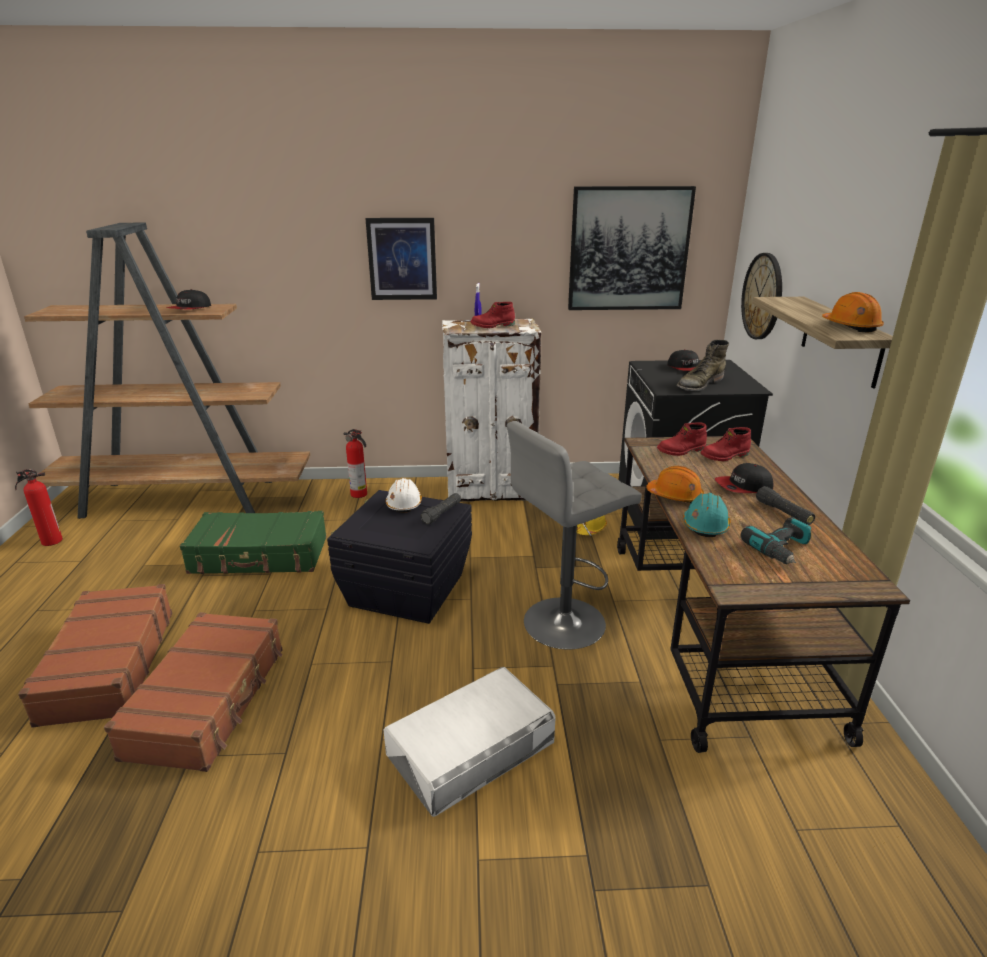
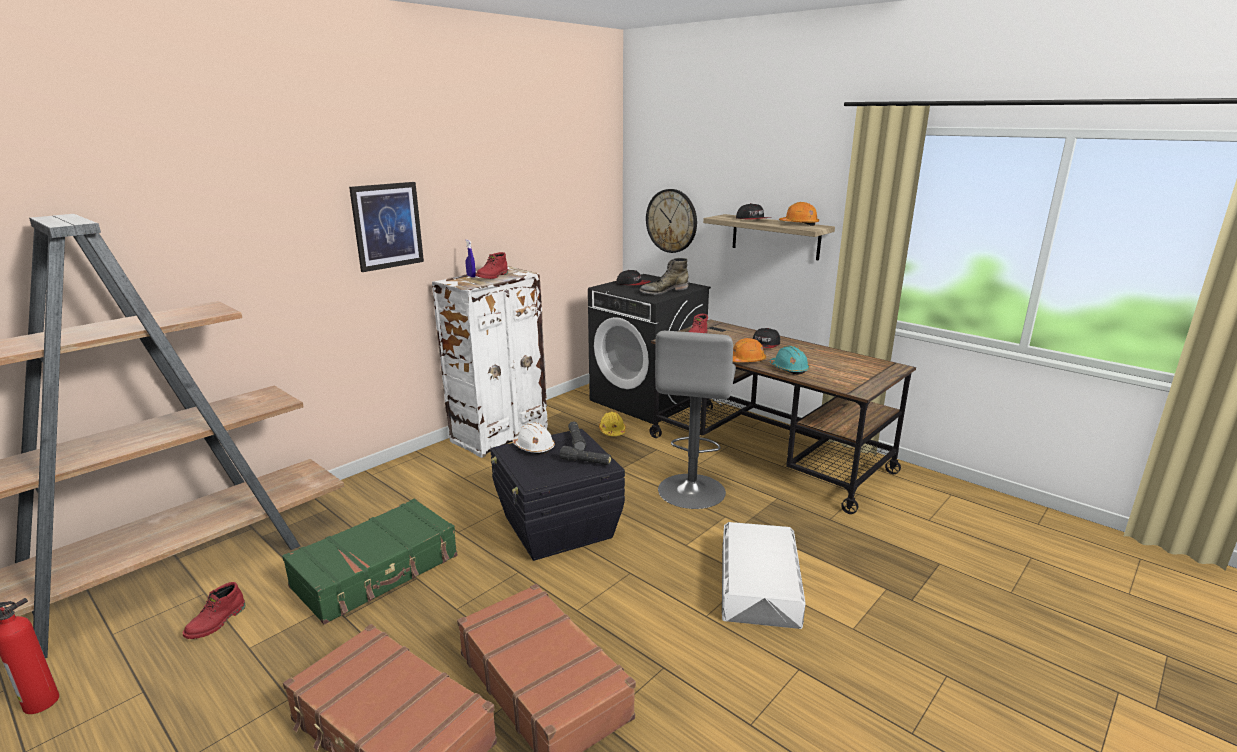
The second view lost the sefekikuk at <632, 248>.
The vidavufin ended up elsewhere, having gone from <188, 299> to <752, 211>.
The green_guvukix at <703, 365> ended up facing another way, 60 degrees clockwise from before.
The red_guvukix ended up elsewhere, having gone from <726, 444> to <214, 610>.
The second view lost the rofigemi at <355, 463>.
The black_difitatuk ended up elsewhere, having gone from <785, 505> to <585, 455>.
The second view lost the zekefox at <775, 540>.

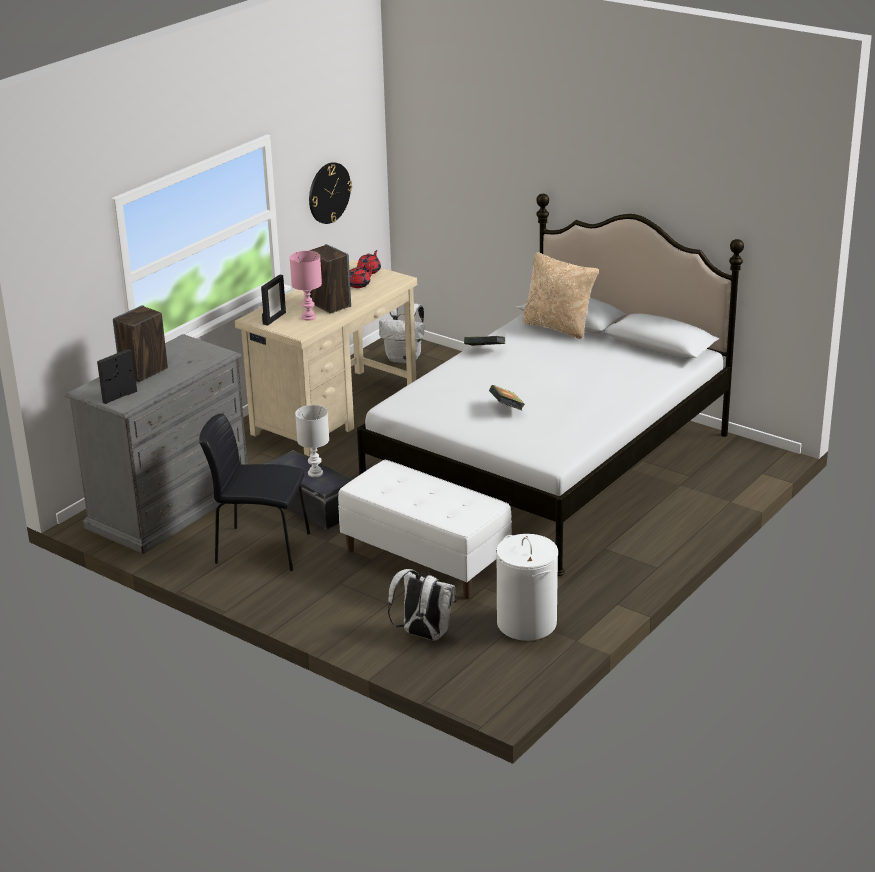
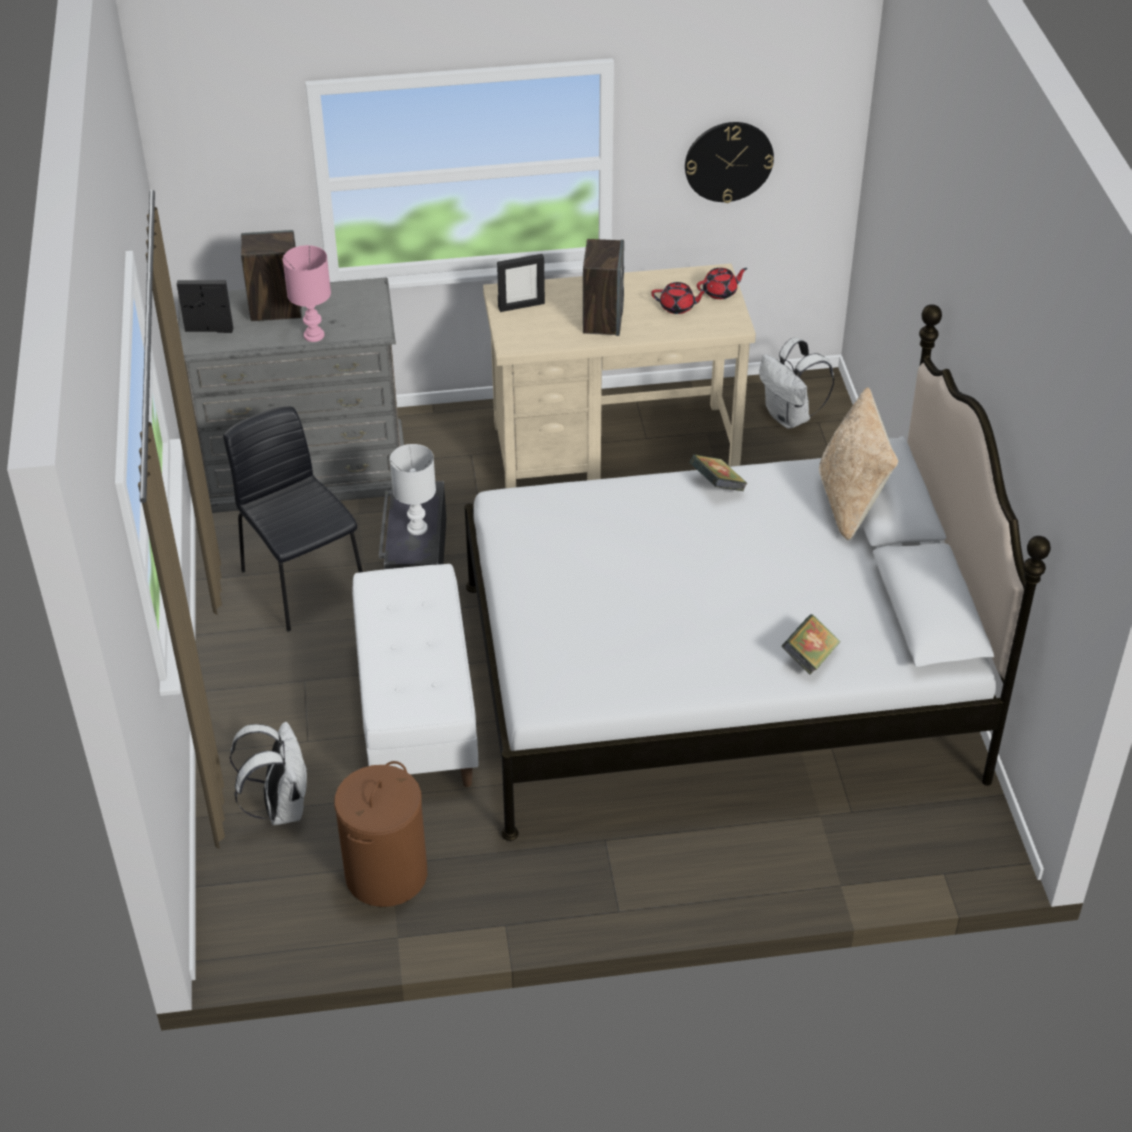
The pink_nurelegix ended up elsewhere, having gone from <306, 286> to <307, 293>.
The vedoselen ended up elsewhere, having gone from <507, 397> to <811, 644>.
What was the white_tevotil at <527, 587> turned into the brown_tevotil at <380, 834>.

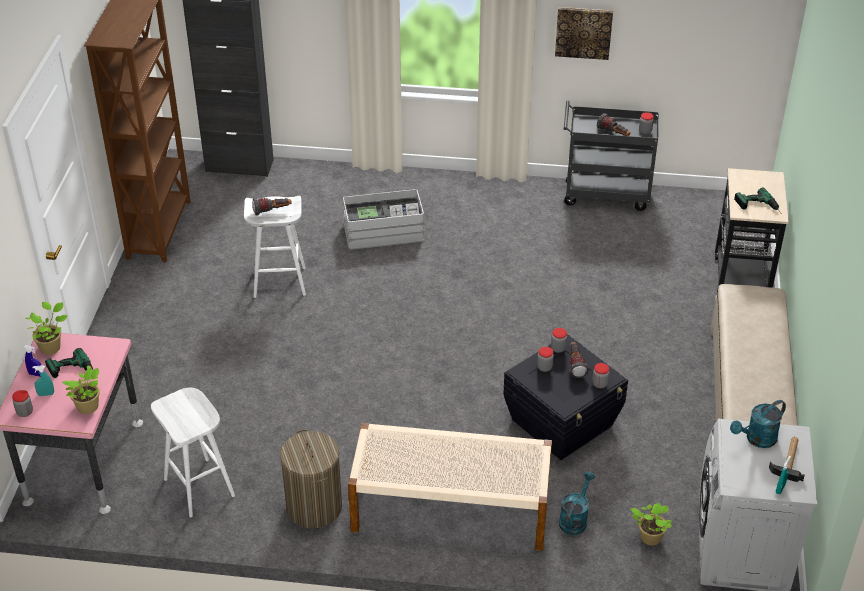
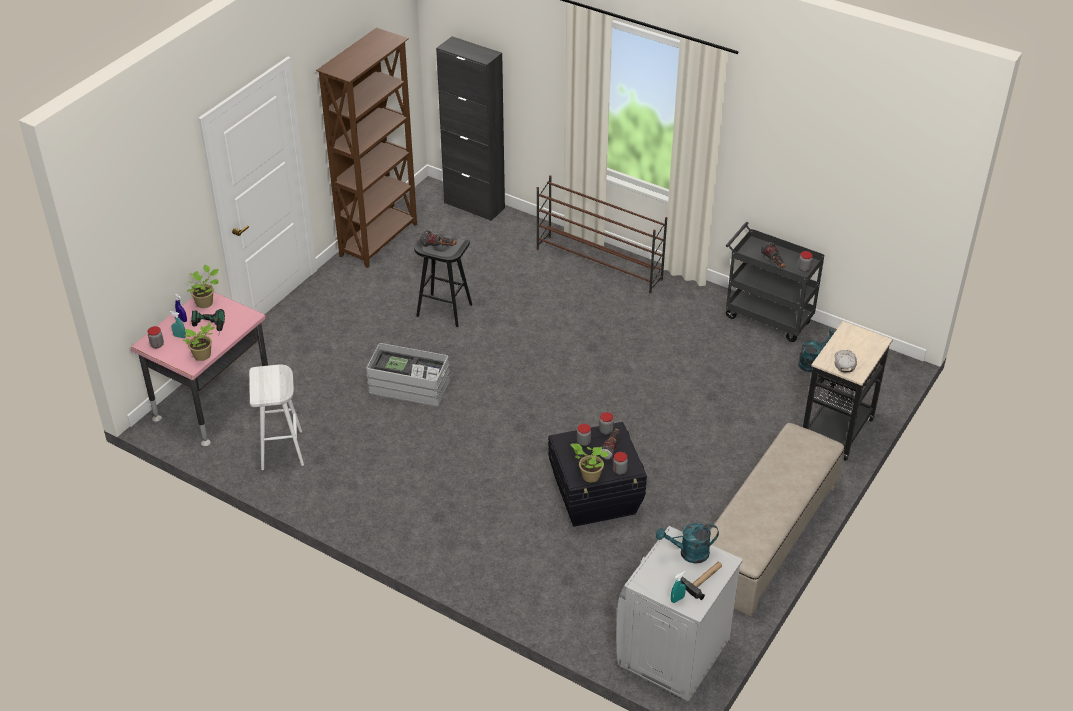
The second view lost the sefekikuk at <584, 33>.
Where the zekefox stood at <757, 200>, the white_vidavufin came to stand at <846, 361>.
The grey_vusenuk ended up elsewhere, having gone from <383, 219> to <408, 374>.
What was the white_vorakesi at <275, 247> turned into the black_vorakesi at <443, 278>.
The second view lost the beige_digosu at <450, 487>.
The second view lost the tevotil at <311, 478>.
The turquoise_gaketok ended up elsewhere, having gone from <577, 503> to <817, 350>.
The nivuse ended up elsewhere, having gone from <651, 524> to <589, 462>.
The second view gained the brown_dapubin at <601, 234>.

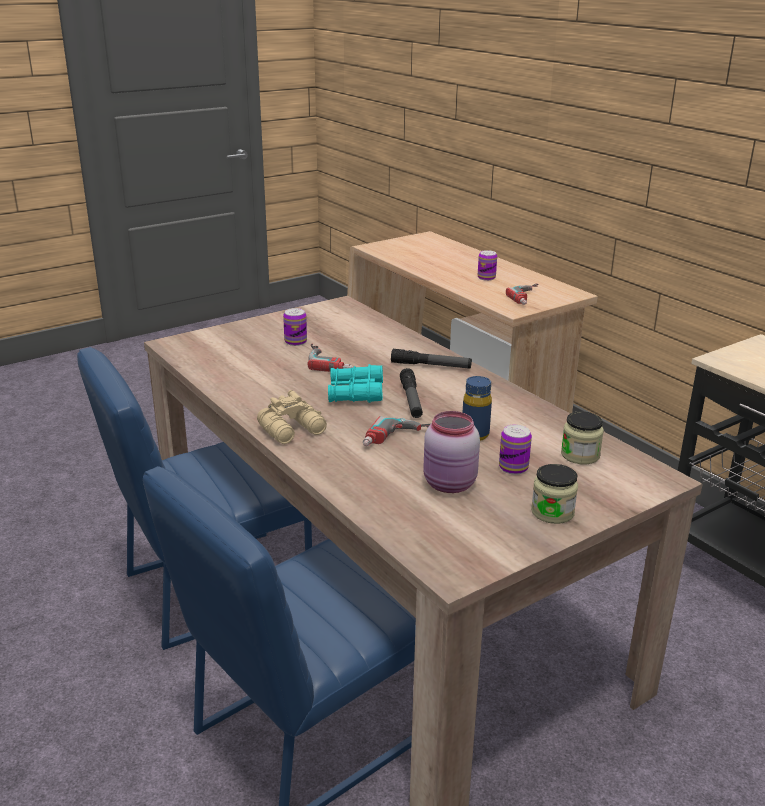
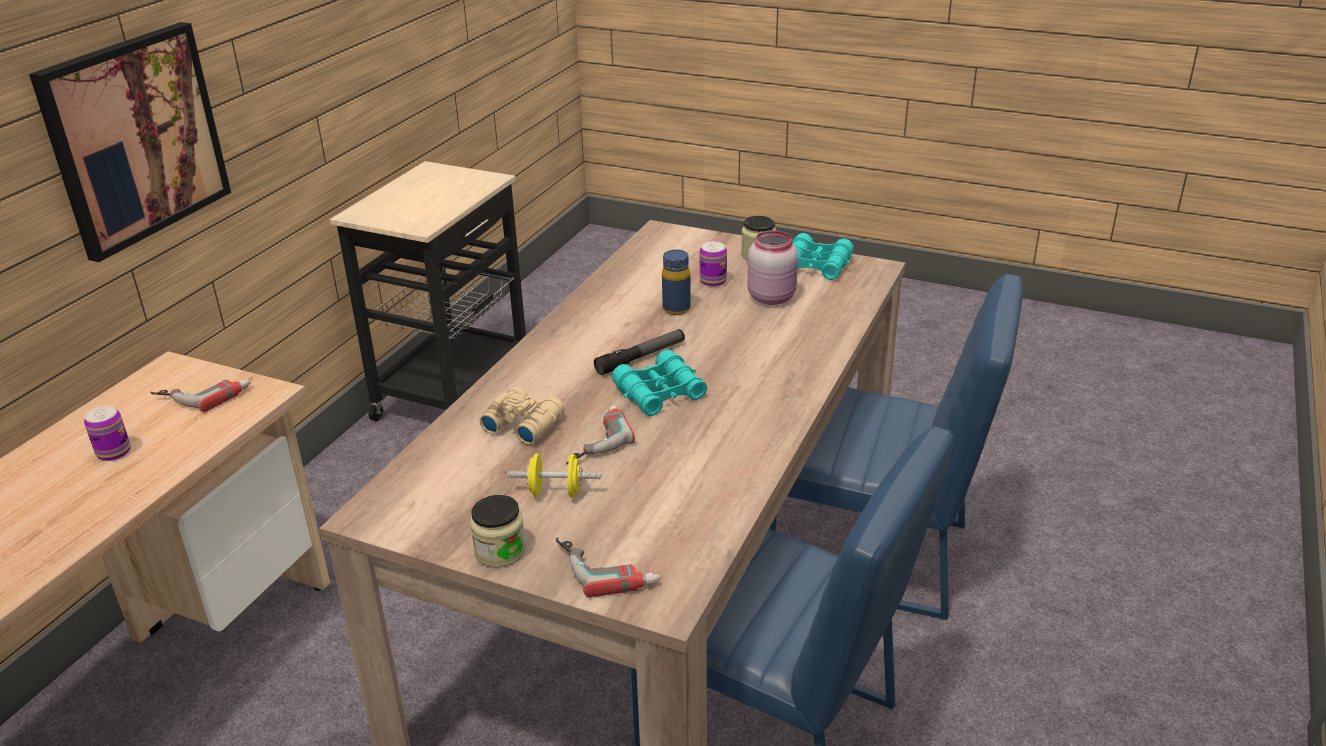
Where the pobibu stood at <295, 327>, the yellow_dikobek came to stand at <554, 475>.
The second view lost the difitatuk at <431, 359>.
The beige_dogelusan ended up elsewhere, having gone from <292, 417> to <522, 416>.
The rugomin ended up elsewhere, having gone from <582, 437> to <498, 531>.
The zekefox ended up elsewhere, having gone from <396, 431> to <608, 567>.
The second view gained the sefekikuk at <130, 142>.
The second view gained the turquoise_dogelusan at <822, 256>.

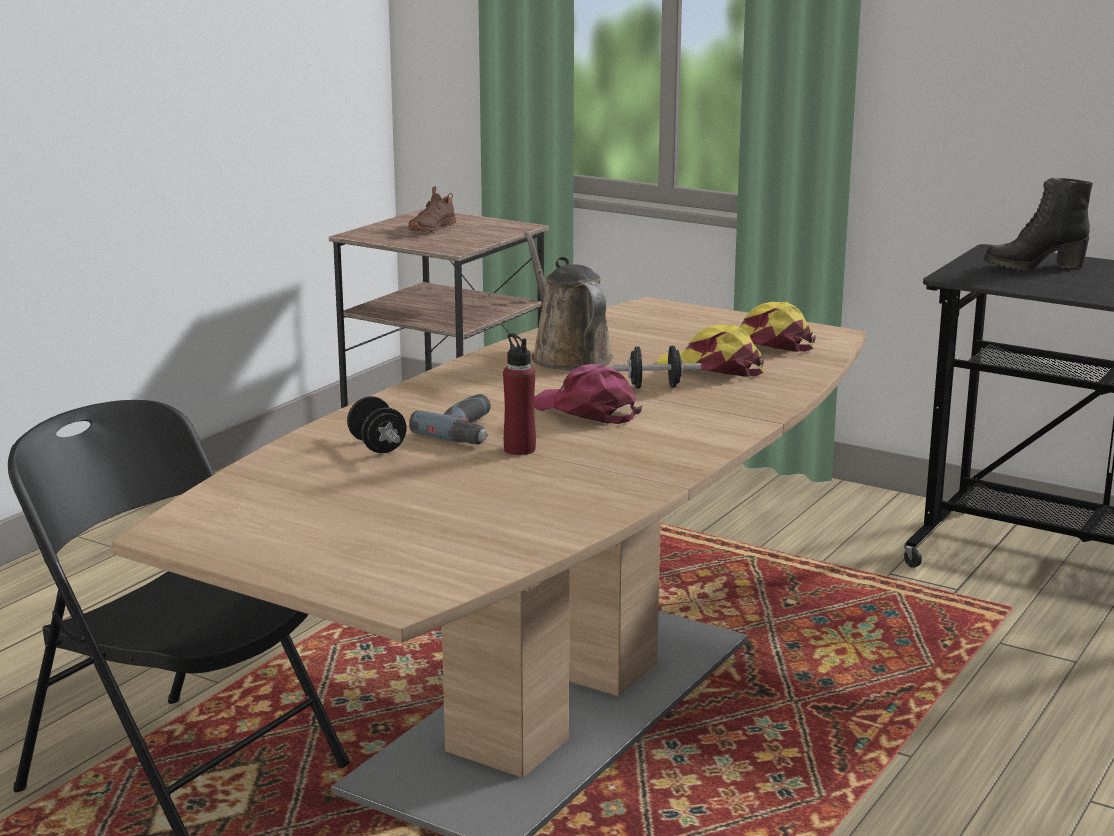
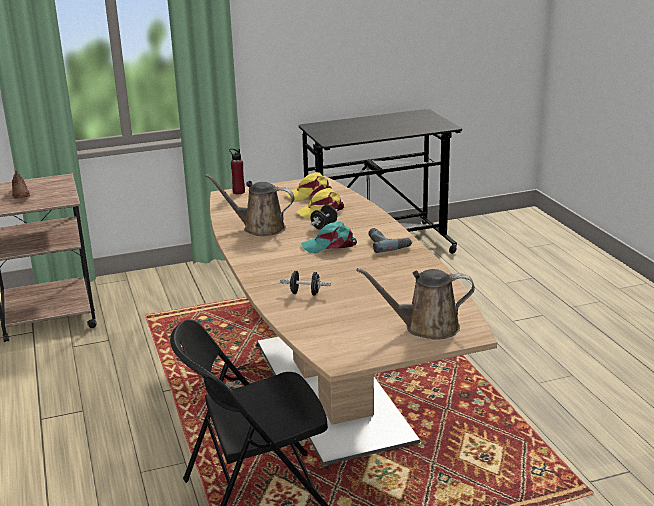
The second view lost the black_guvukix at <1038, 224>.
The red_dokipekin ended up elsewhere, having gone from <519, 394> to <237, 171>.
What was the pink_vidavufin at <588, 394> turned into the turquoise_vidavufin at <329, 237>.
The zekefox ended up elsewhere, having gone from <450, 419> to <390, 240>.
The second view gained the brown_gaketok at <416, 303>.

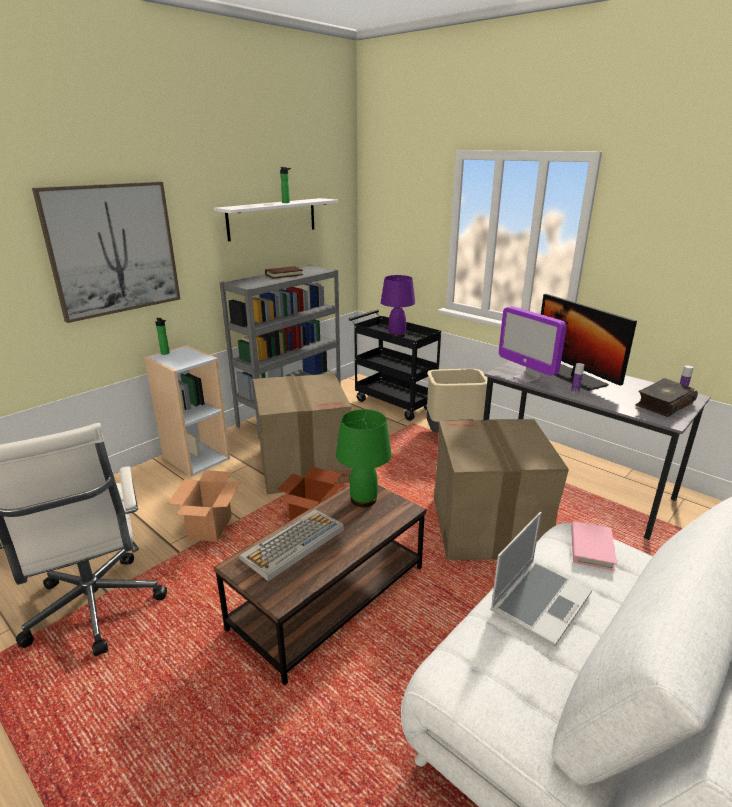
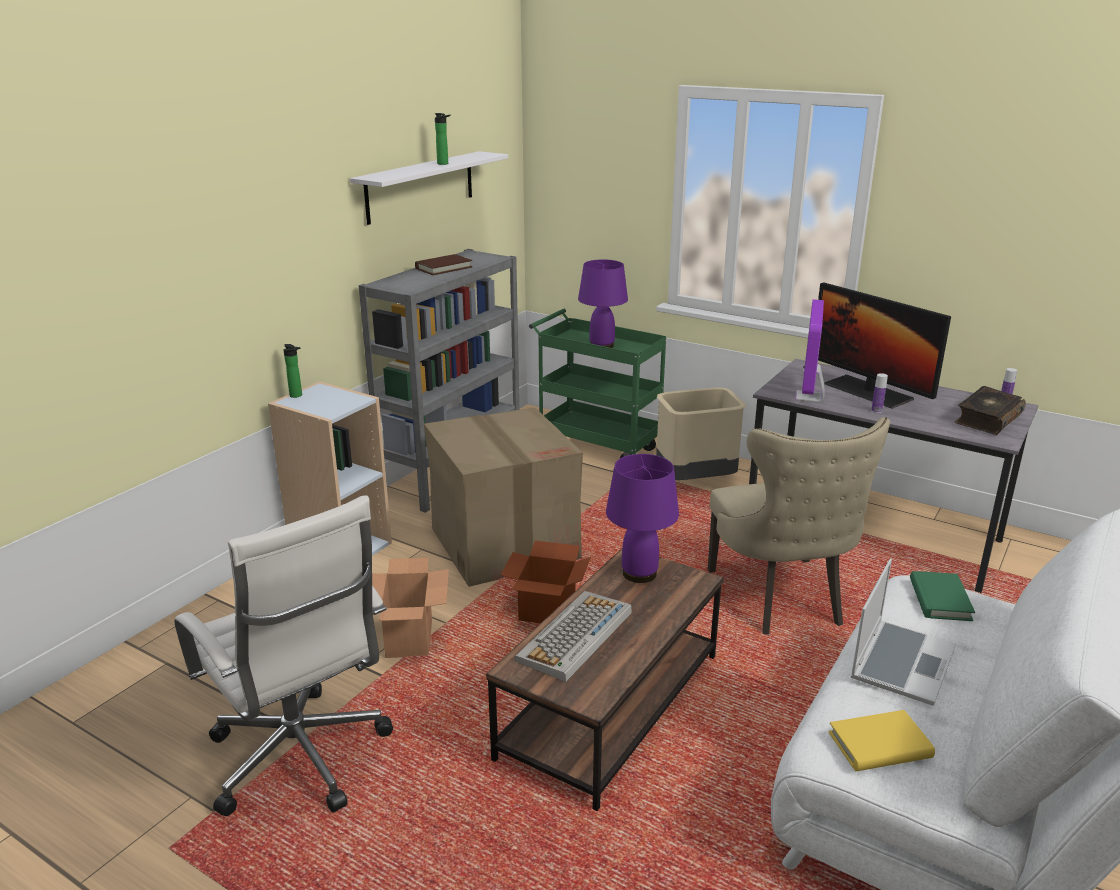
The second view lost the sefekikuk at <106, 252>.
The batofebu at <533, 344> ended up facing another way, 60 degrees clockwise from before.
What was the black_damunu at <395, 365> turned into the green_damunu at <597, 383>.
What was the green_nurelegix at <364, 458> turned into the purple_nurelegix at <642, 518>.
Where the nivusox stood at <501, 489>, the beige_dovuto came to stand at <799, 526>.
What was the pink_vedoselen at <594, 546> turned into the green_vedoselen at <942, 596>.
The second view gained the yellow_vedoselen at <881, 740>.

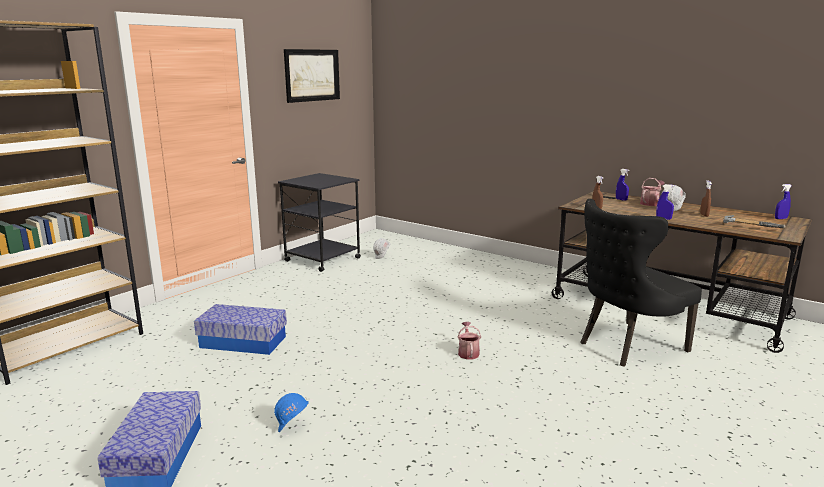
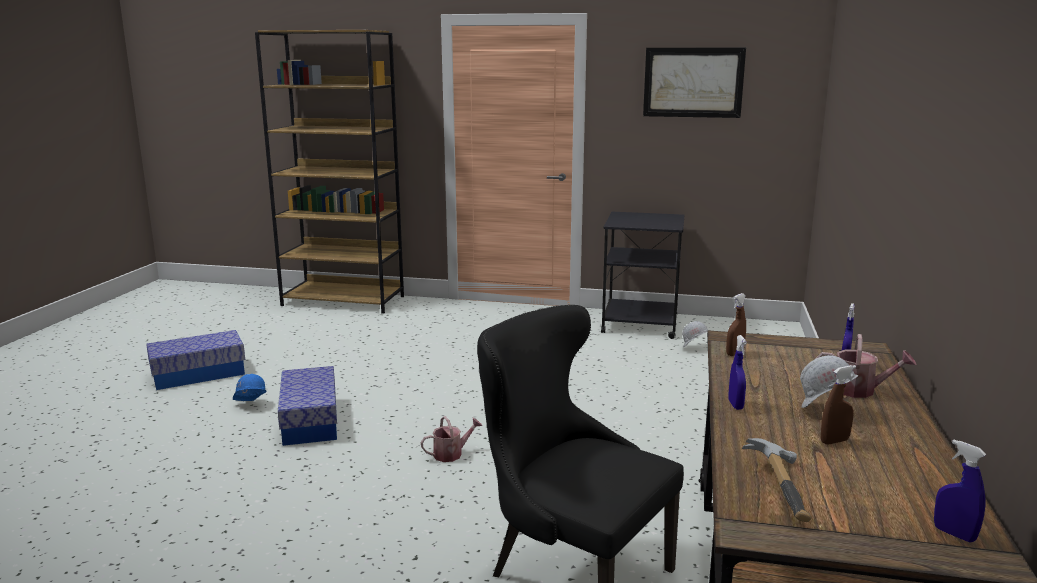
The vusenuk ended up elsewhere, having gone from <240, 329> to <307, 406>.

